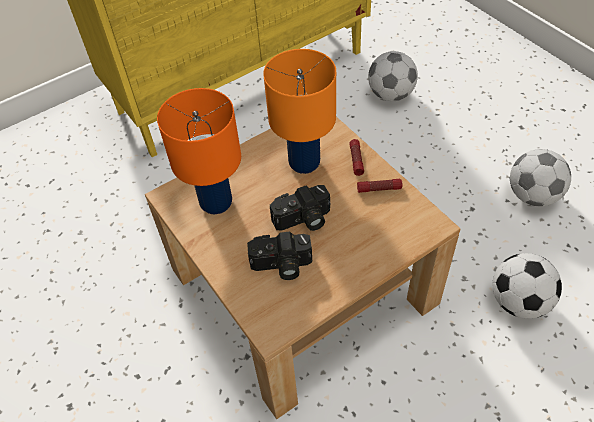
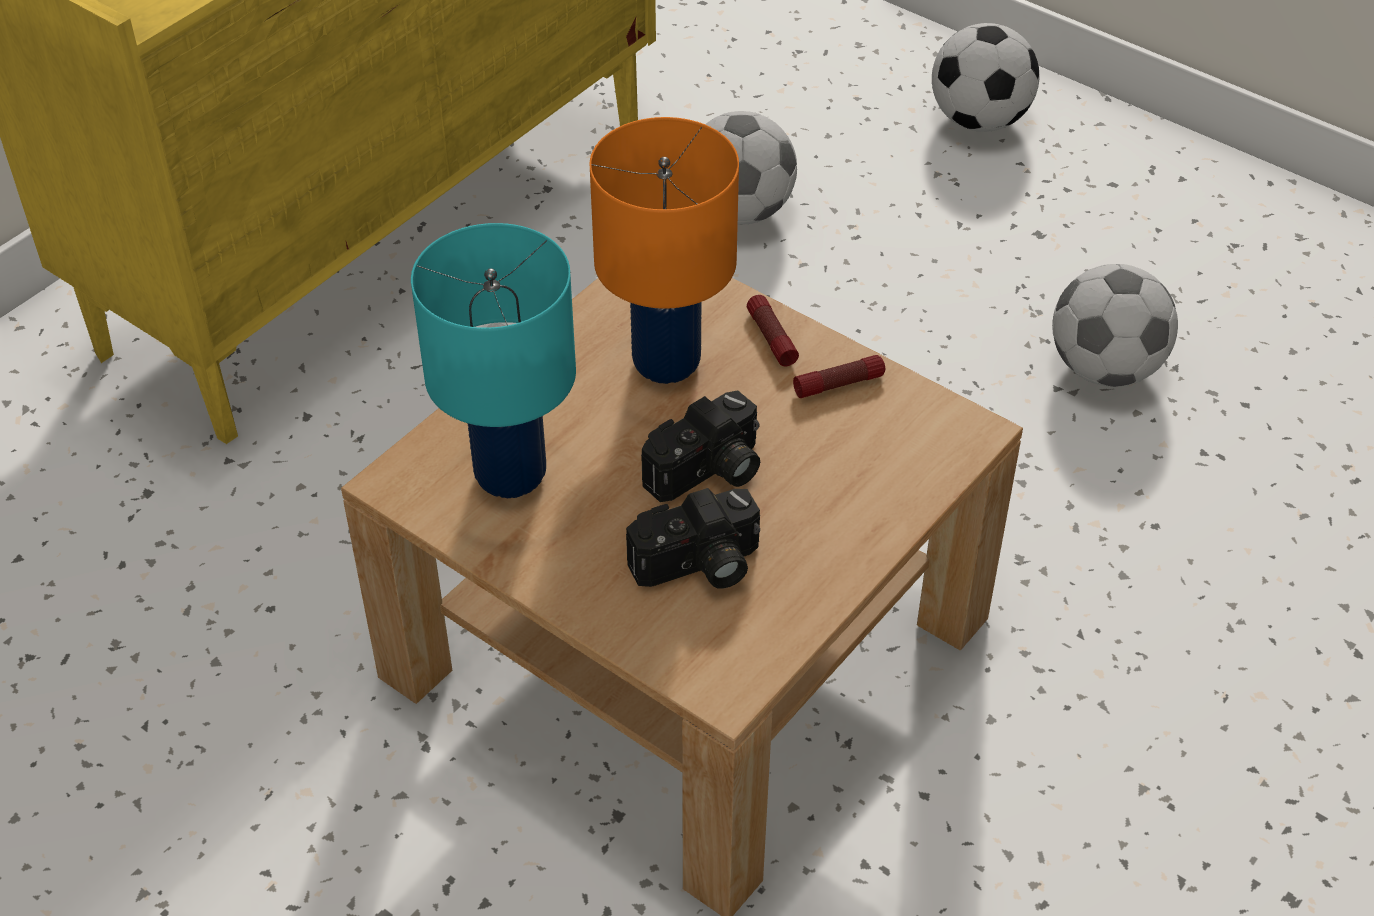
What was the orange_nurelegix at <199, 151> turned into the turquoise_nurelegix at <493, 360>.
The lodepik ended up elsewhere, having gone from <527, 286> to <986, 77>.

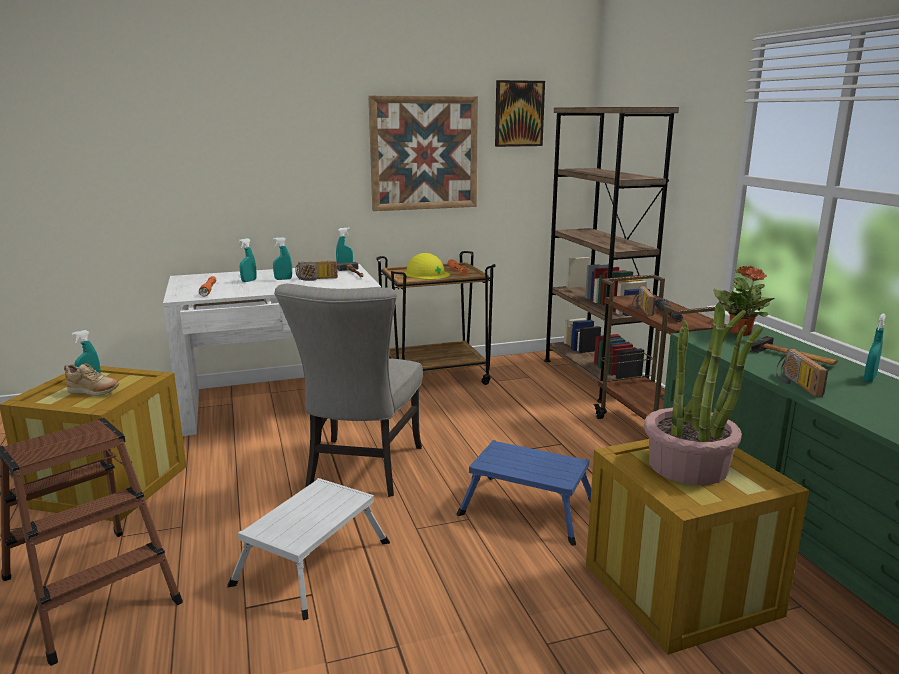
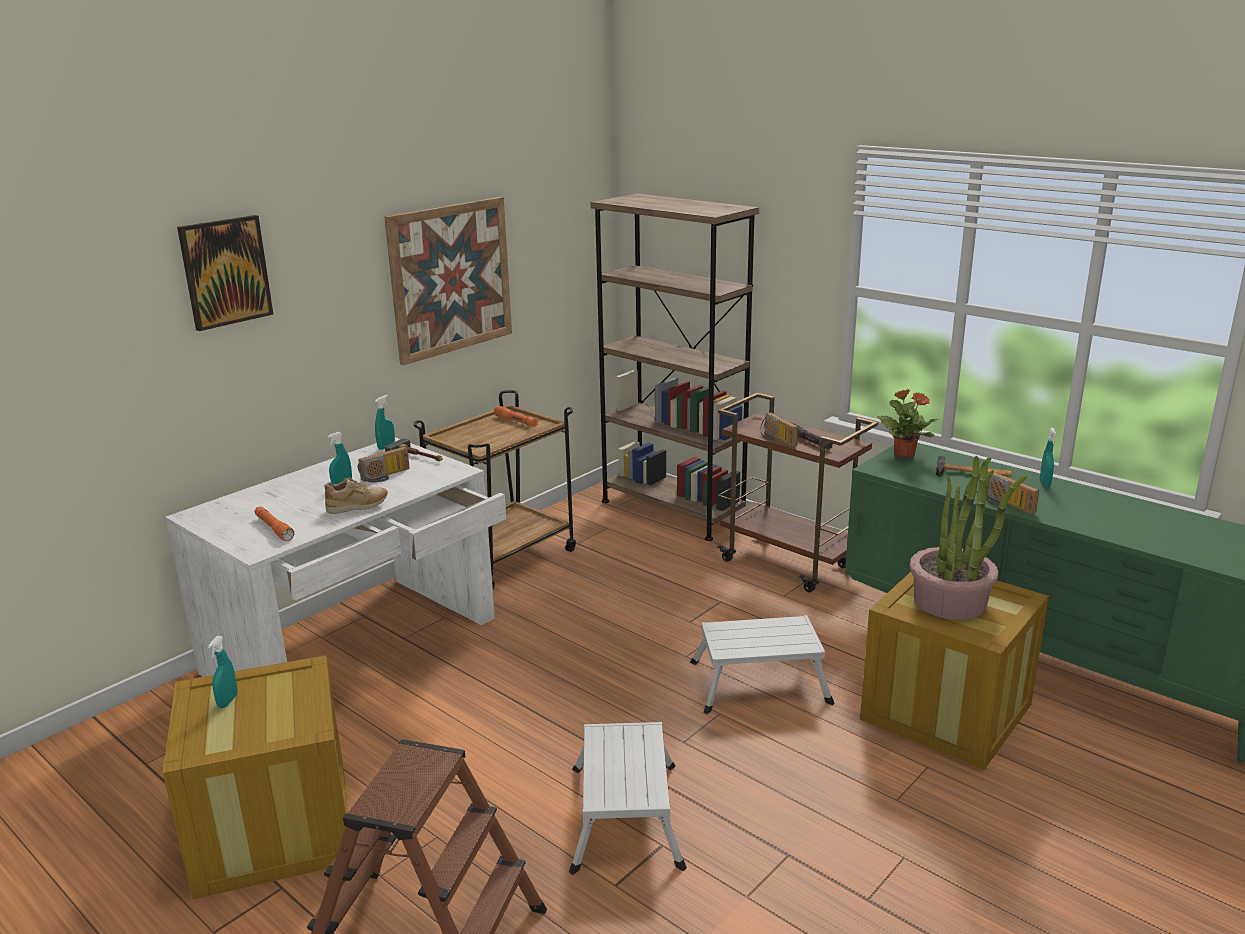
The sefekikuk ended up elsewhere, having gone from <520, 113> to <225, 273>.
The second view lost the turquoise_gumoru at <247, 260>.
The second view lost the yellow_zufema at <427, 266>.
The second view lost the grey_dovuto at <348, 390>.
The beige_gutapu ended up elsewhere, having gone from <91, 379> to <356, 495>.
What was the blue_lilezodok at <524, 493> turned into the white_lilezodok at <762, 664>.

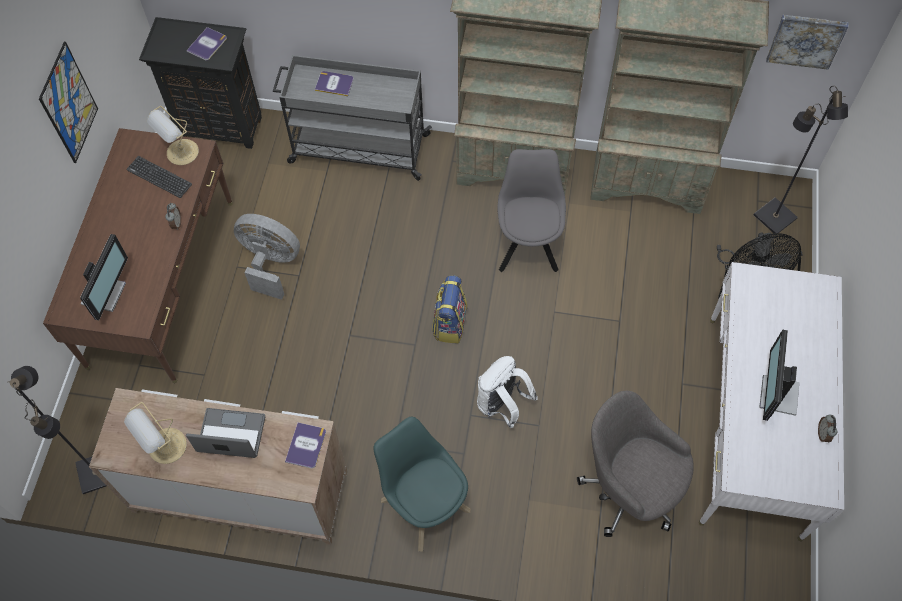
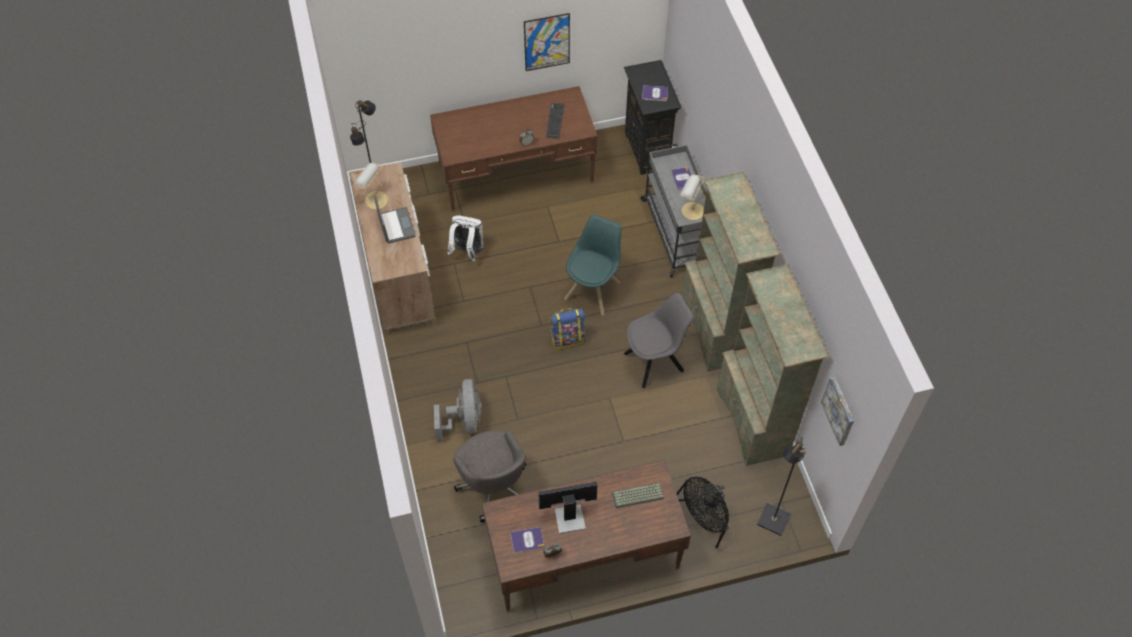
The nurelegix ended up elsewhere, having gone from <173, 135> to <692, 197>.
The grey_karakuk ended up elsewhere, having gone from <267, 257> to <457, 410>.
The second view lost the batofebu at <104, 277>.
What was the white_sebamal at <771, 401> turned into the brown_sebamal at <586, 535>.
The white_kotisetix ended up elsewhere, having gone from <507, 392> to <465, 238>.
The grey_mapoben at <635, 464> ended up facing another way, 135 degrees clockwise from before.
The turquoise_dovuto ended up elsewhere, having gone from <422, 484> to <592, 265>.
The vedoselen ended up elsewhere, having gone from <305, 445> to <527, 540>.
The second view gained the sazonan at <638, 495>.

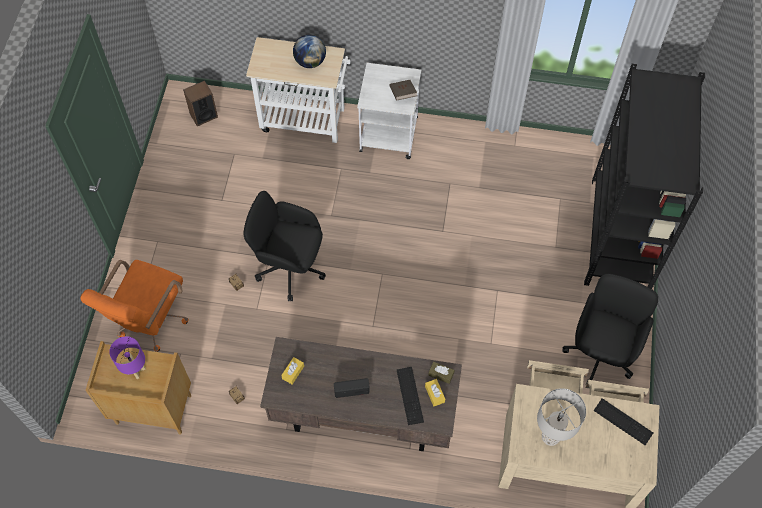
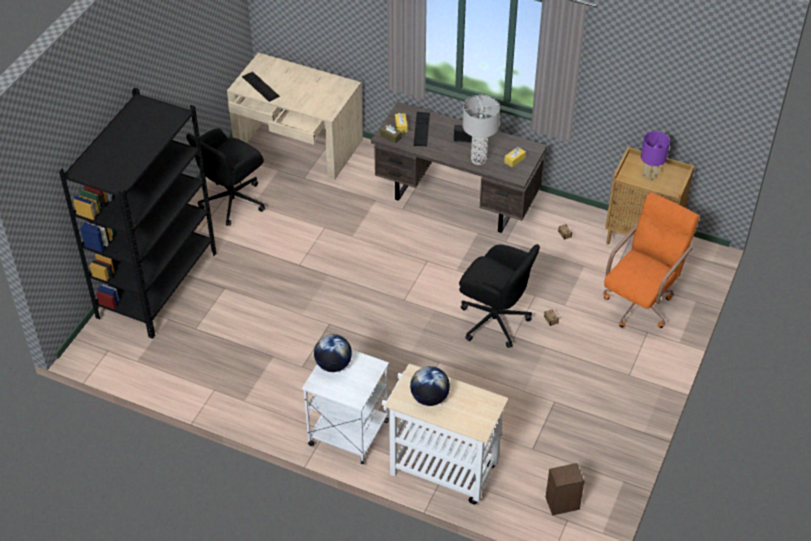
Where the brown_vedoselen stood at <403, 90>, the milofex came to stand at <333, 353>.
The white_nurelegix ended up elsewhere, having gone from <561, 417> to <481, 130>.

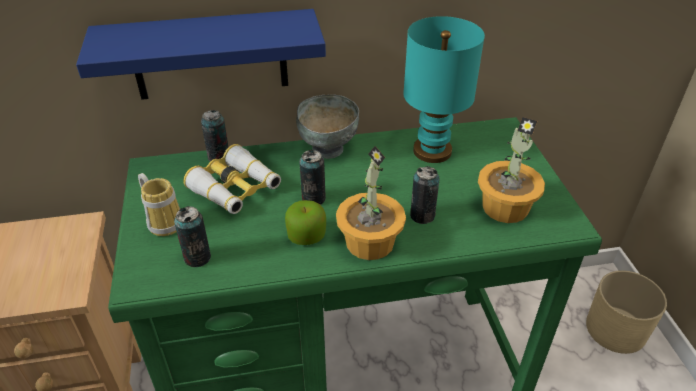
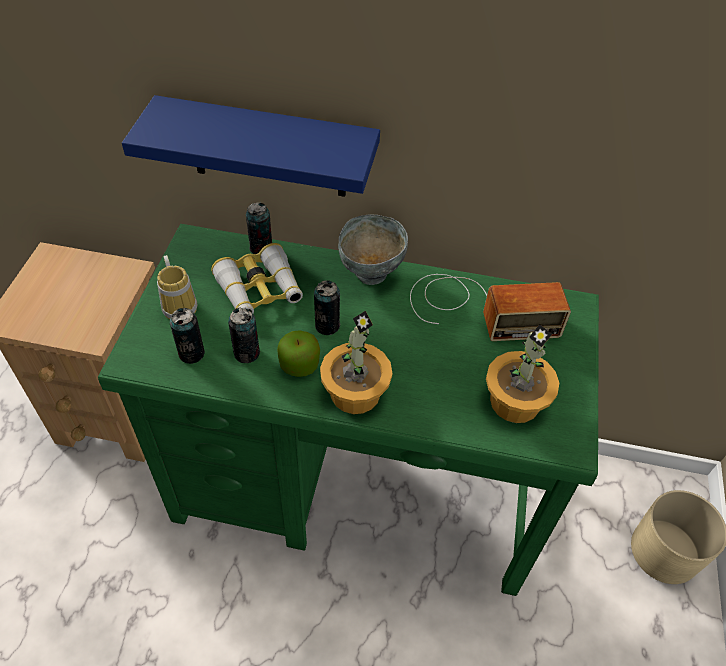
Where the turquoise_nurelegix stood at <444, 89>, the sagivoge came to stand at <490, 307>.
The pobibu ended up elsewhere, having gone from <425, 195> to <244, 335>.

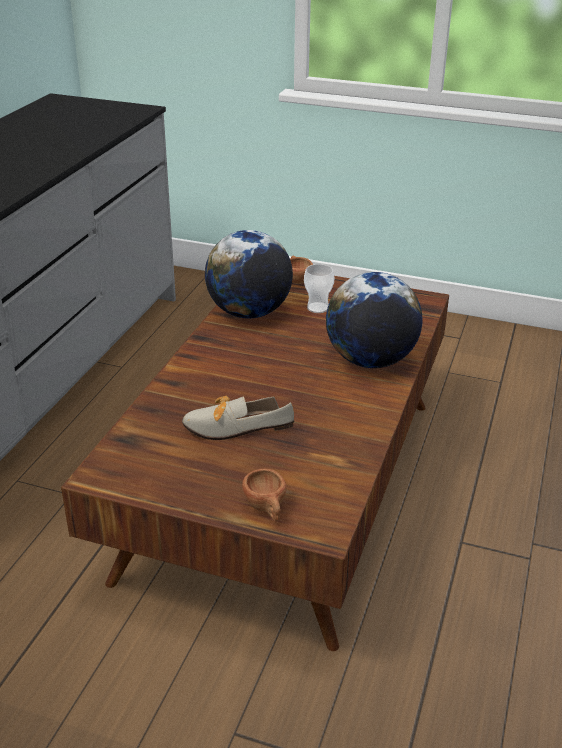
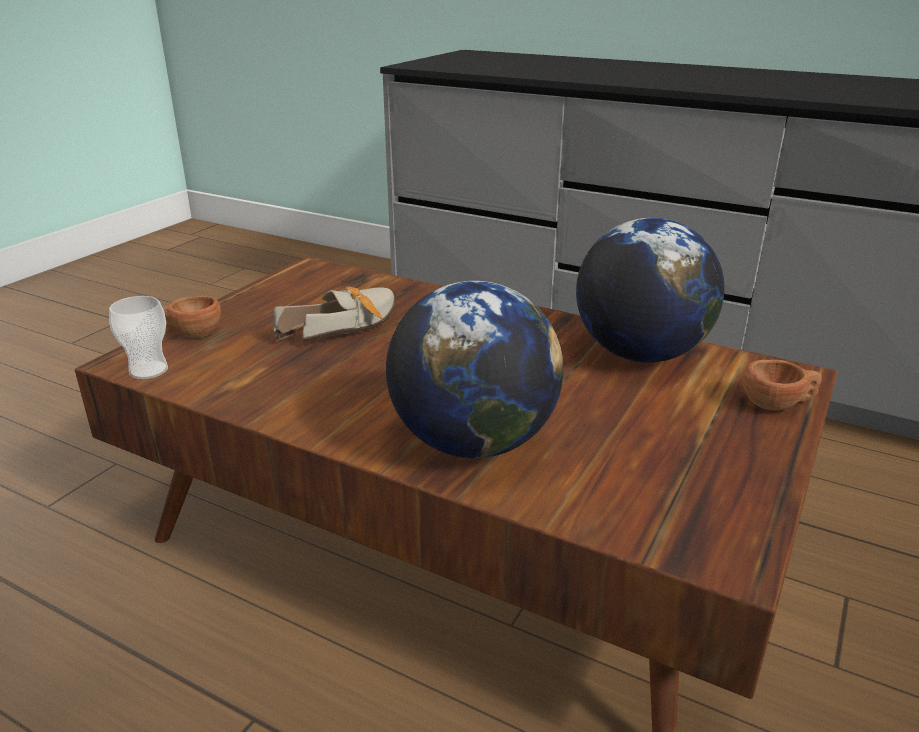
The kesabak ended up elsewhere, having gone from <319, 288> to <138, 337>.
The gutapu at <238, 418> ended up facing another way, 45 degrees clockwise from before.

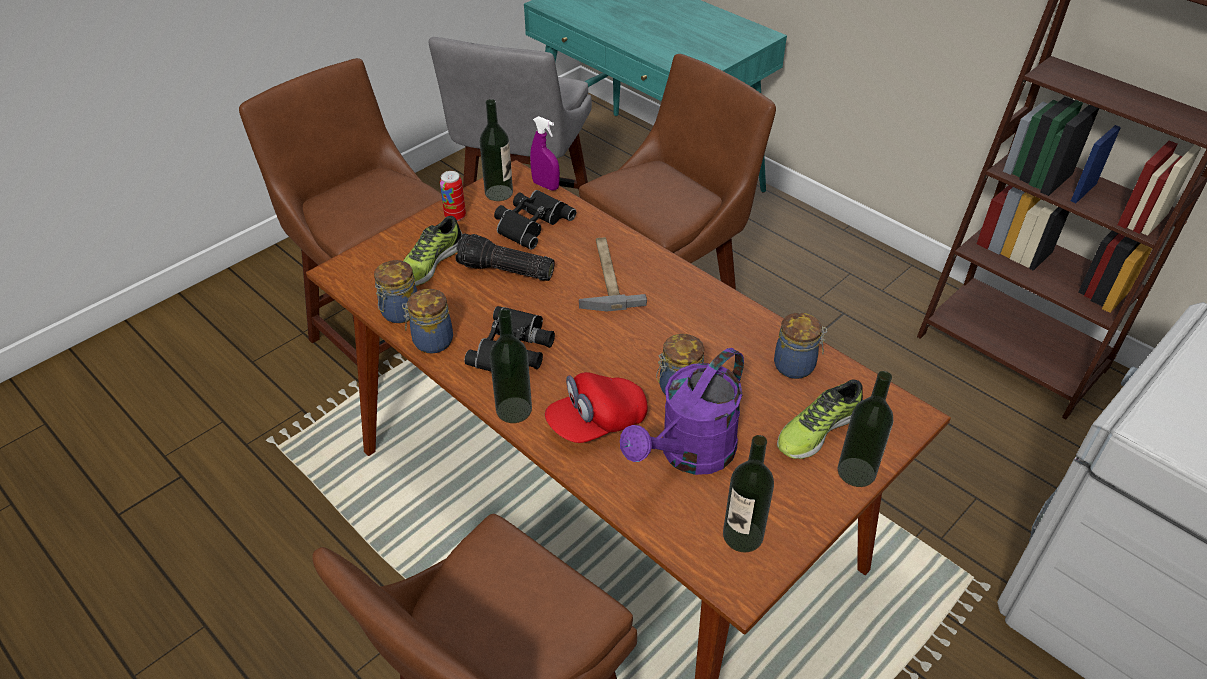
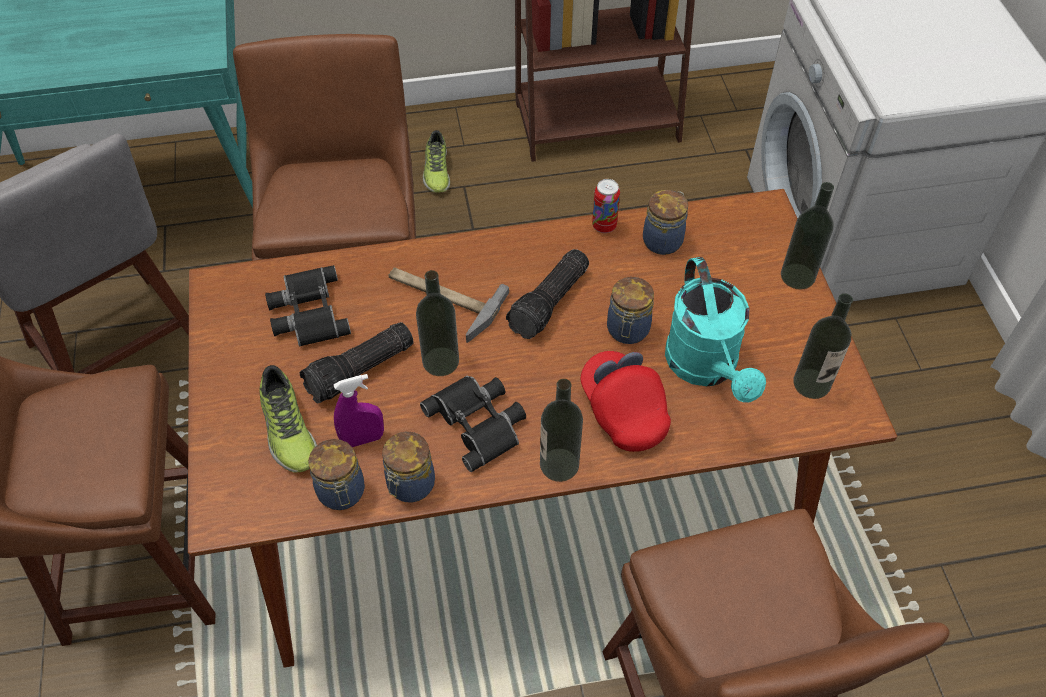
The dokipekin ended up elsewhere, having gone from <496, 150> to <437, 323>.
The purple_gumoru ended up elsewhere, having gone from <545, 153> to <359, 410>.
The pobibu ended up elsewhere, having gone from <453, 196> to <606, 206>.
What was the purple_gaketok at <682, 411> turned into the turquoise_gaketok at <715, 329>.
The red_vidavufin at <596, 407> ended up facing another way, 150 degrees clockwise from before.
The gutapu ended up elsewhere, having gone from <820, 419> to <436, 161>.
The second view gained the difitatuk at <547, 294>.

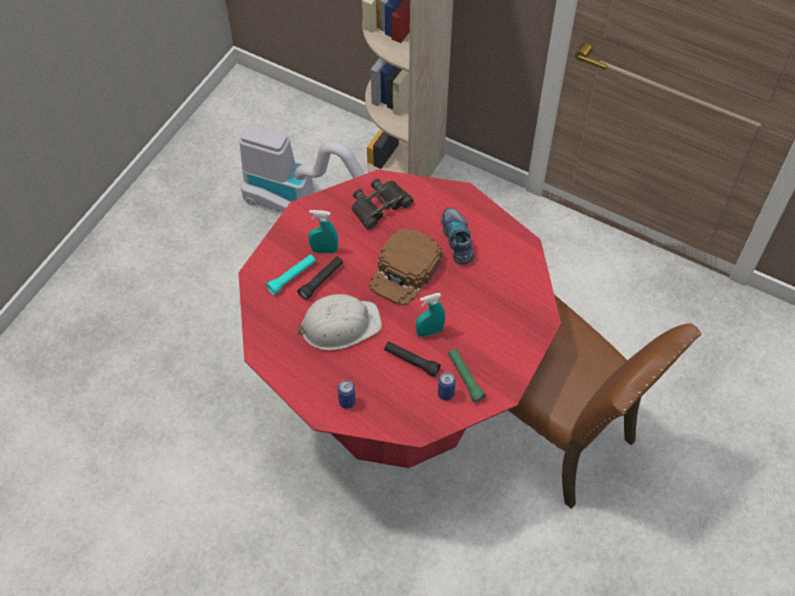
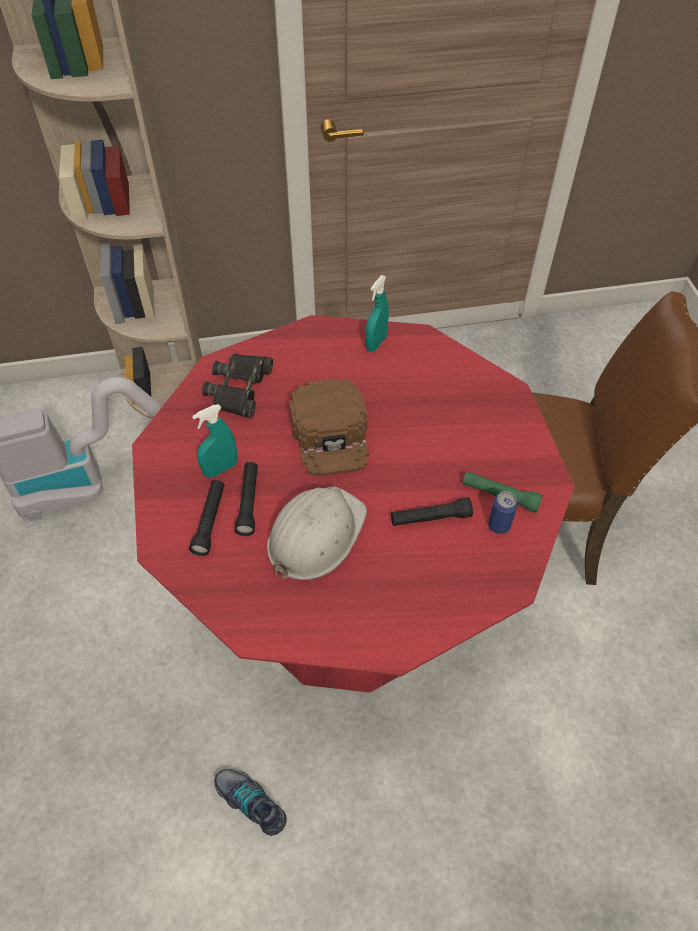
The gutapu ended up elsewhere, having gone from <457, 236> to <250, 802>.
What was the turquoise_difitatuk at <291, 274> turned into the black_difitatuk at <207, 518>.
The turquoise_gumoru ended up elsewhere, having gone from <430, 315> to <377, 313>.
The second view lost the pobibu at <347, 394>.

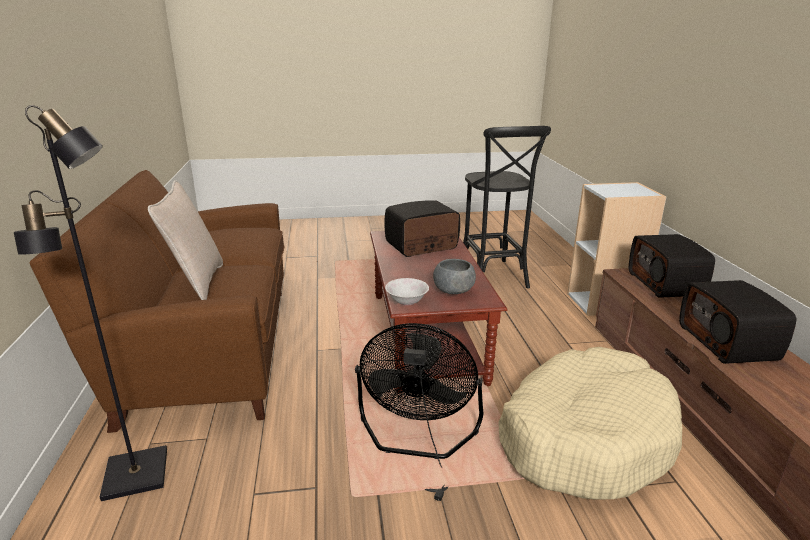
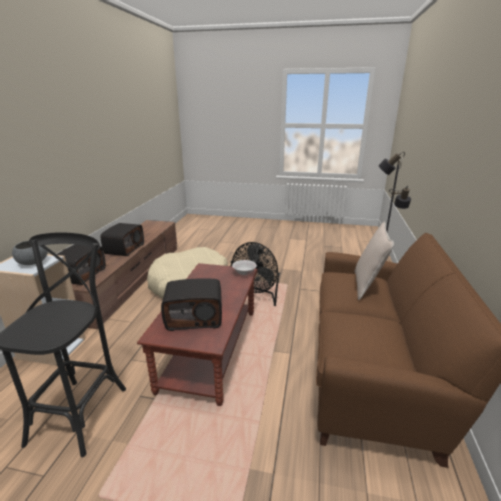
The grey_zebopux ended up elsewhere, having gone from <454, 276> to <29, 253>.

